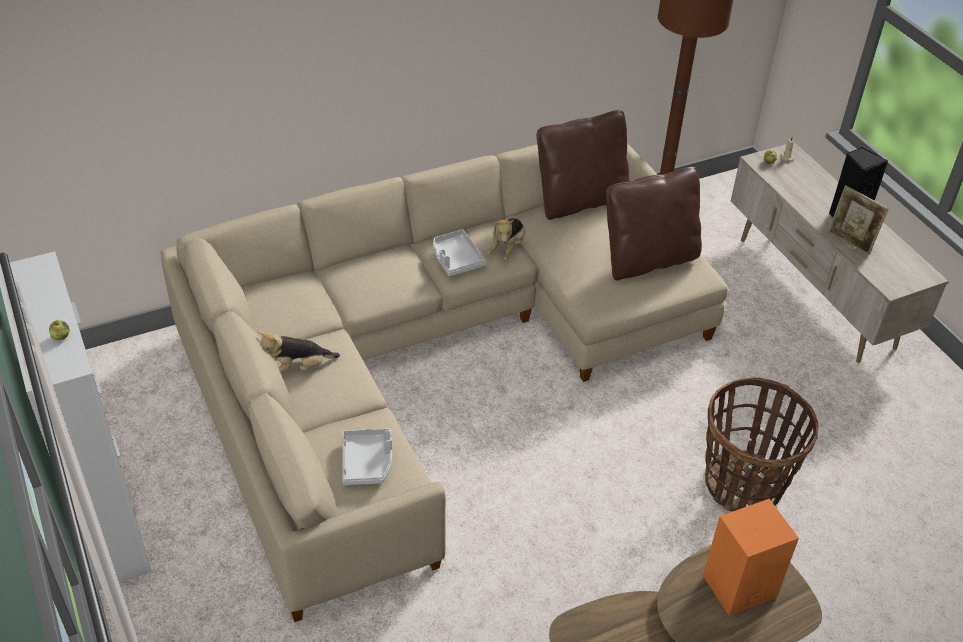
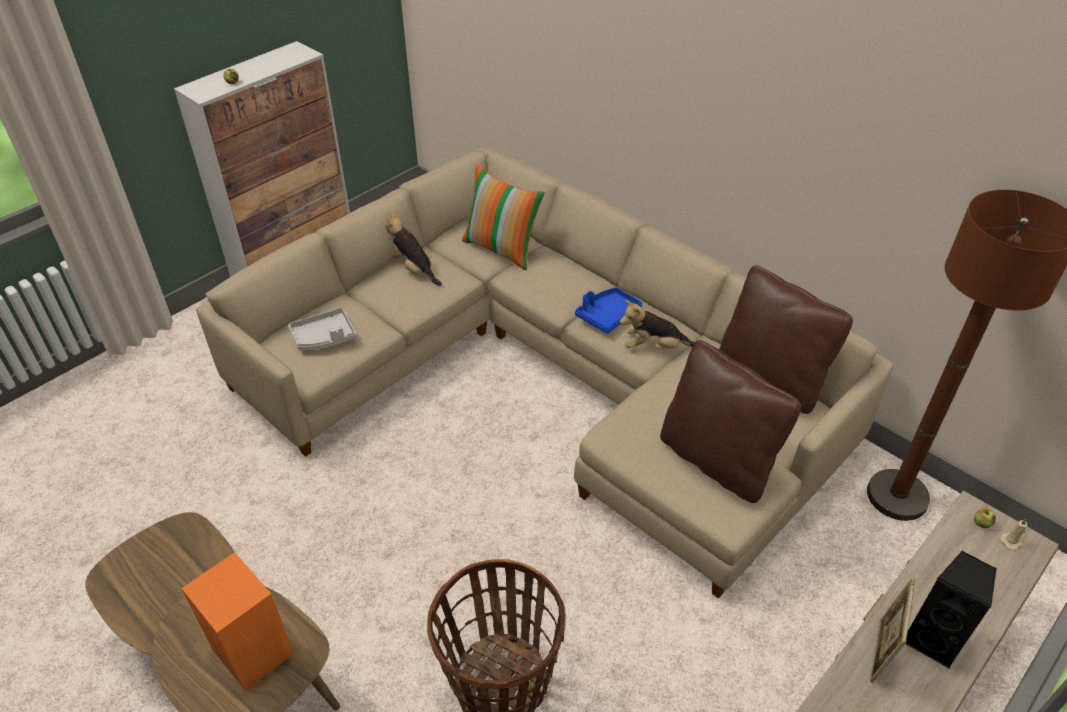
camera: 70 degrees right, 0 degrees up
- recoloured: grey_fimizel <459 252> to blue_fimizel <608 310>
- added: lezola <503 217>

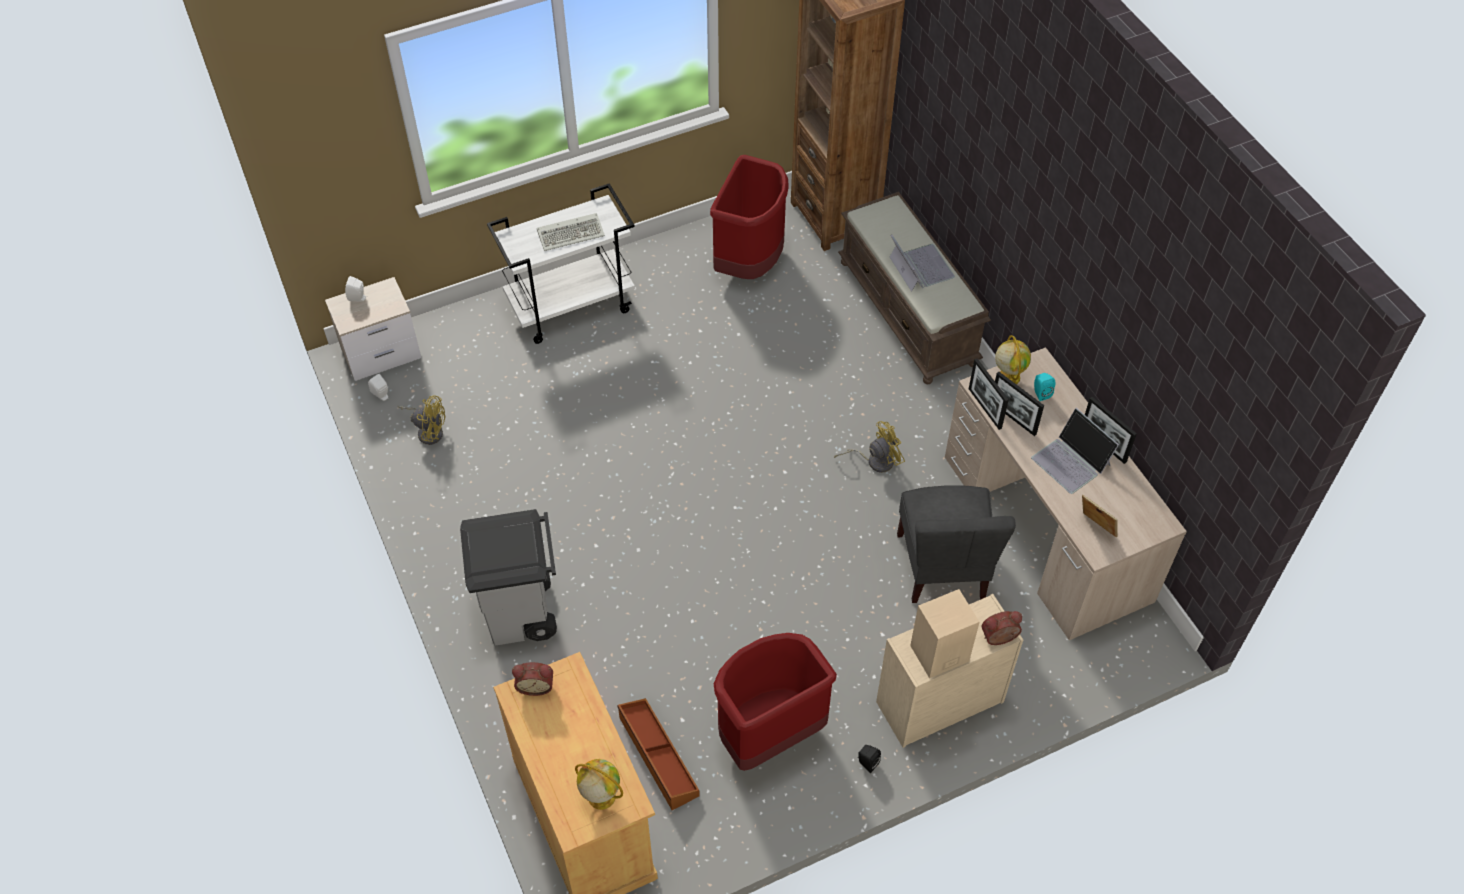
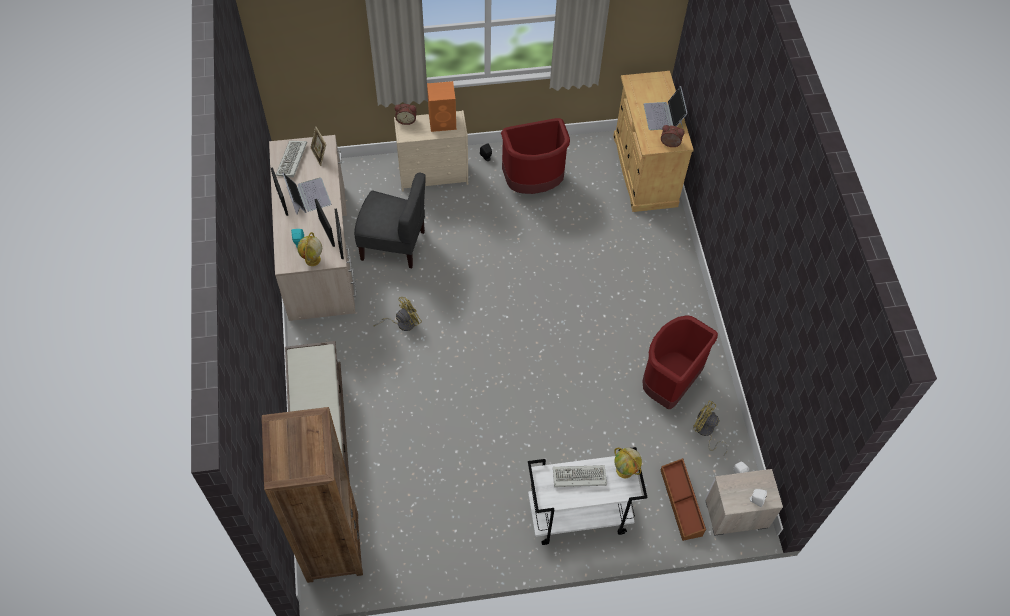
camera: 165 degrees left, 5 degrees up
- moved: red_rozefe <749 217> to <680 362>
- moved: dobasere <922 263> to <665 108>
- turned: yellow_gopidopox <869 447> = <398 314> 150 degrees clockwise
- turned: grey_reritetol <956 544> = <390 220> 90 degrees clockwise
- removed: grey_rozefe <508 577>
- recoloured: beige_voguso <945 633> to orange_voguso <441 106>
- moved: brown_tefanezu <658 754> to <683 499>
- moved: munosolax <599 784> to <628 463>
- added: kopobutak <291 159>

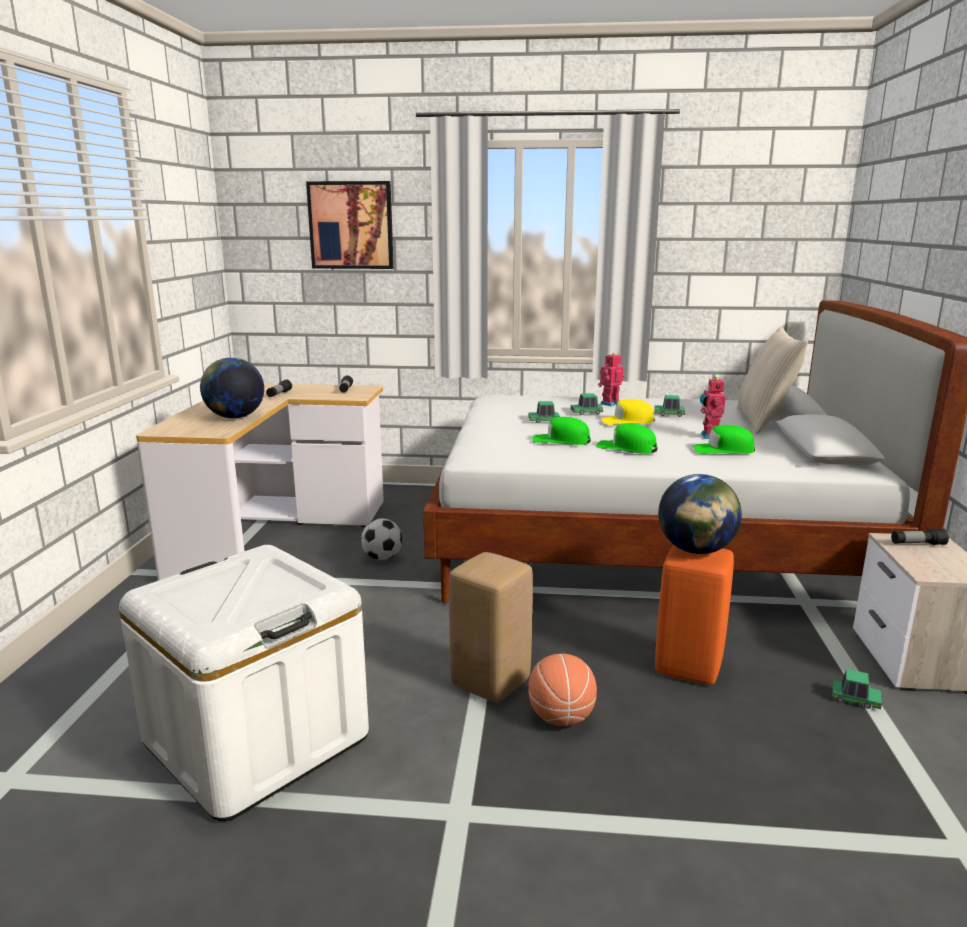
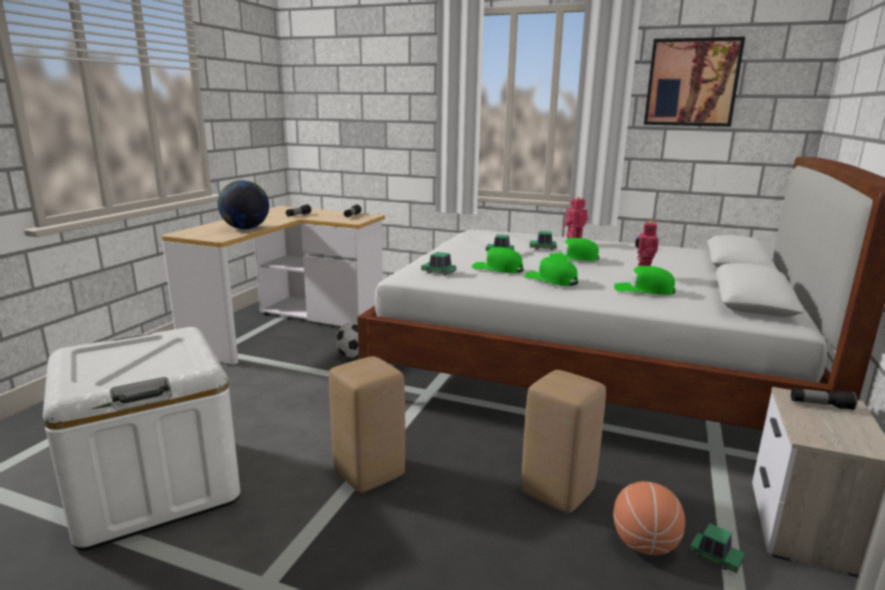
camera: 15 degrees right, 0 degrees up
- moved: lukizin <350 225> to <694 82>
- removed: beige_lezola <772 380>
- moved: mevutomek <669 406> to <438 264>
- recoloured: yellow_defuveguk <627 412> to green_defuveguk <574 249>
- removed: munosolax <700 514>
- recoloured: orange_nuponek <694 615> to beige_nuponek <563 441>
- moved: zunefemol <562 690> to <649 518>

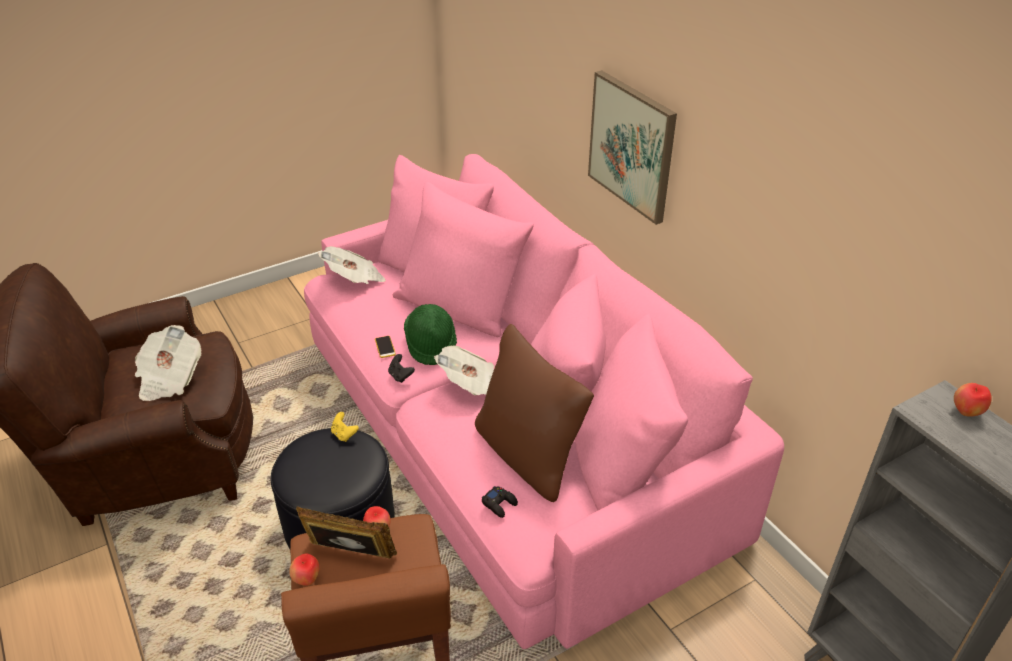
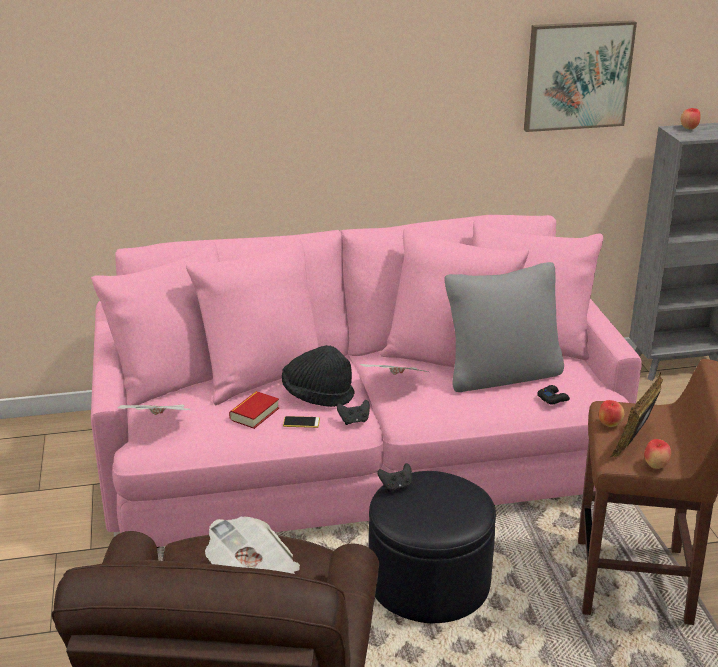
camera: 70 degrees left, 10 degrees down
- moved: lukizin <632 147> to <580 76>
- recoloured: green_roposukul <430 334> to black_roposukul <318 376>
- recoloured: brown_lezola <534 413> to grey_lezola <504 327>
- recoloured: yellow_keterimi <345 427> to black_keterimi <394 477>
- added: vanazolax <254 410>

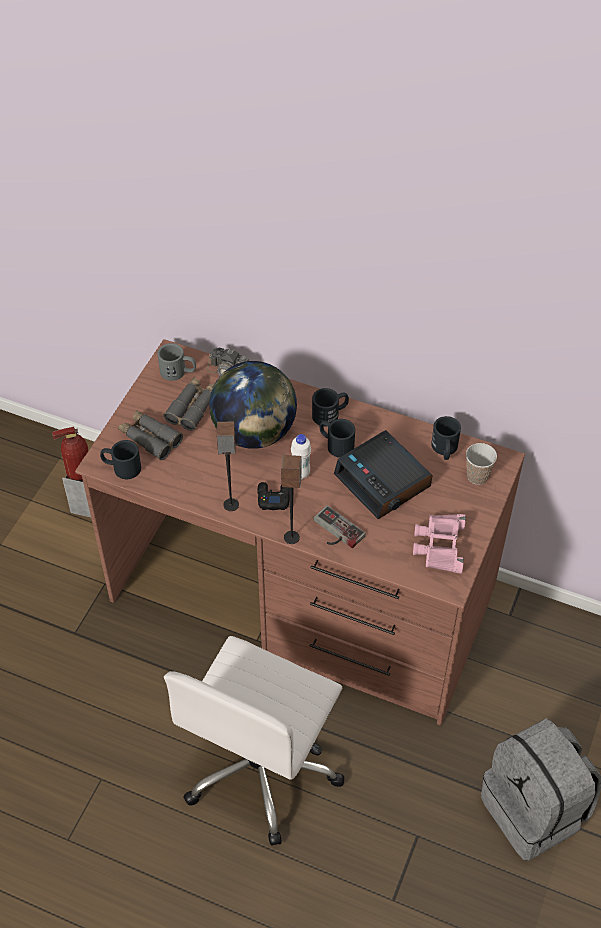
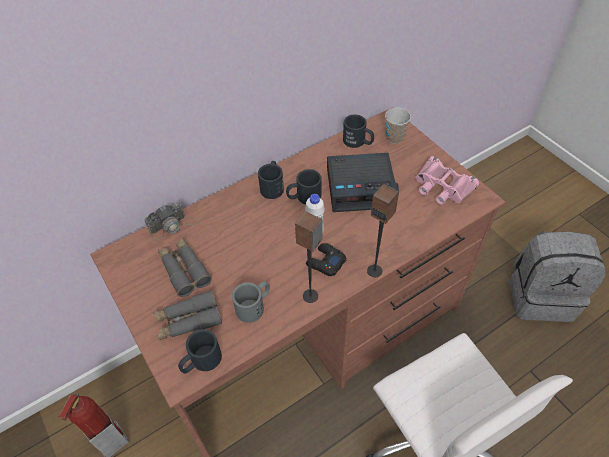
camera: 55 degrees left, 0 degrees up
- moved: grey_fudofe <176 362> to <251 302>
- removed: munosolax <253 405>
- removed: keterimi <339 526>

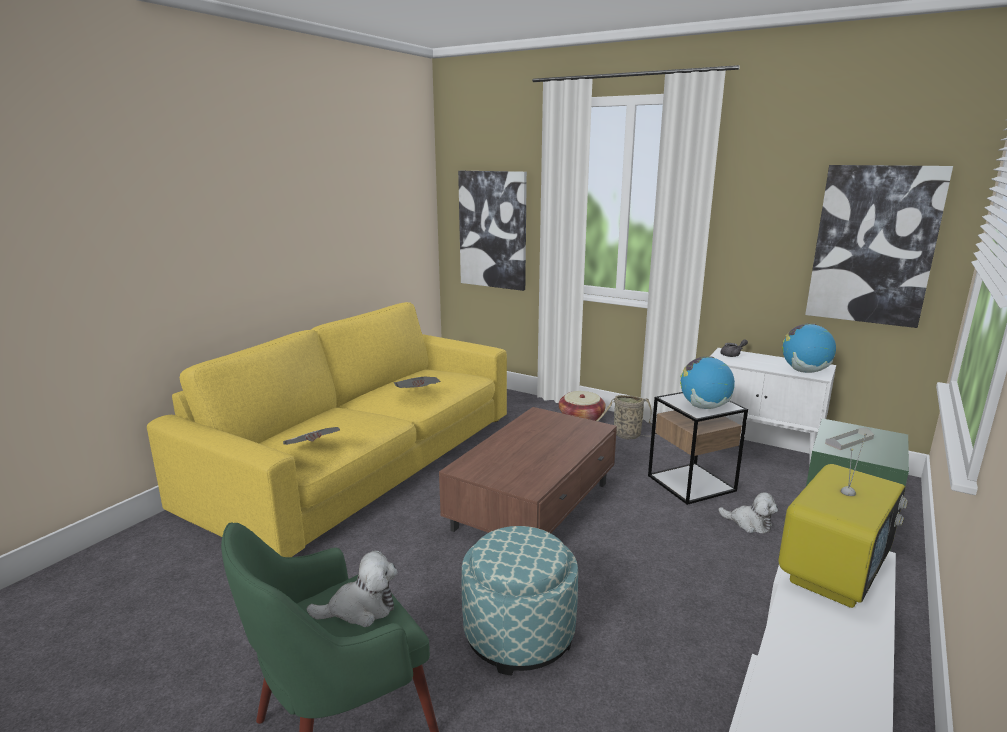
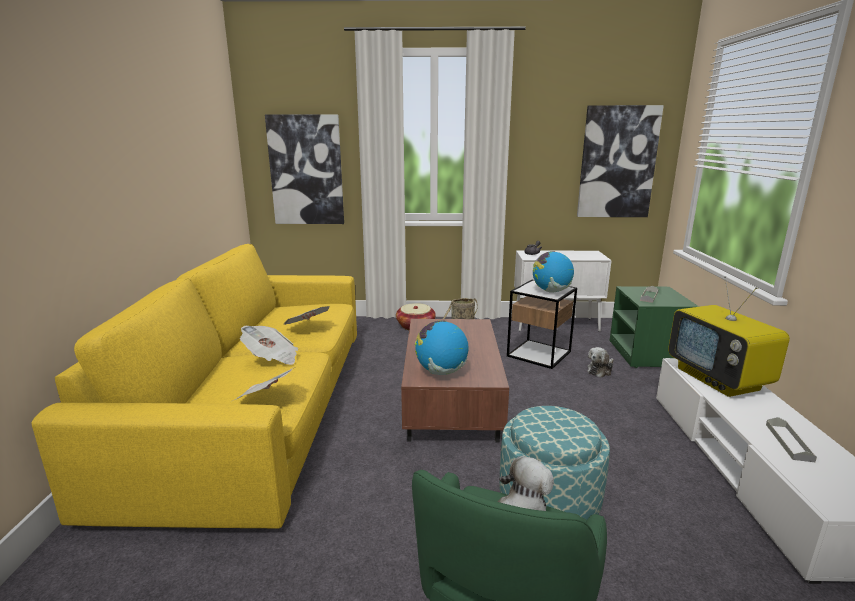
camera: 30 degrees left, 0 degrees up
- moved: munosolax <809 348> to <442 347>
- turned: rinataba <843 520> = <729 336> 150 degrees clockwise
- turned: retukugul <748 513> = <600 362> 135 degrees clockwise
- added: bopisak <269 345>
- added: grey_fimizel <791 439>

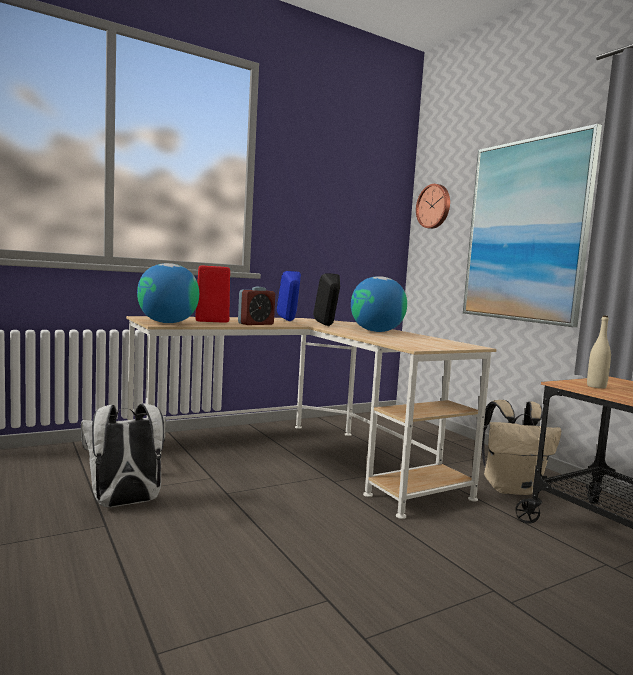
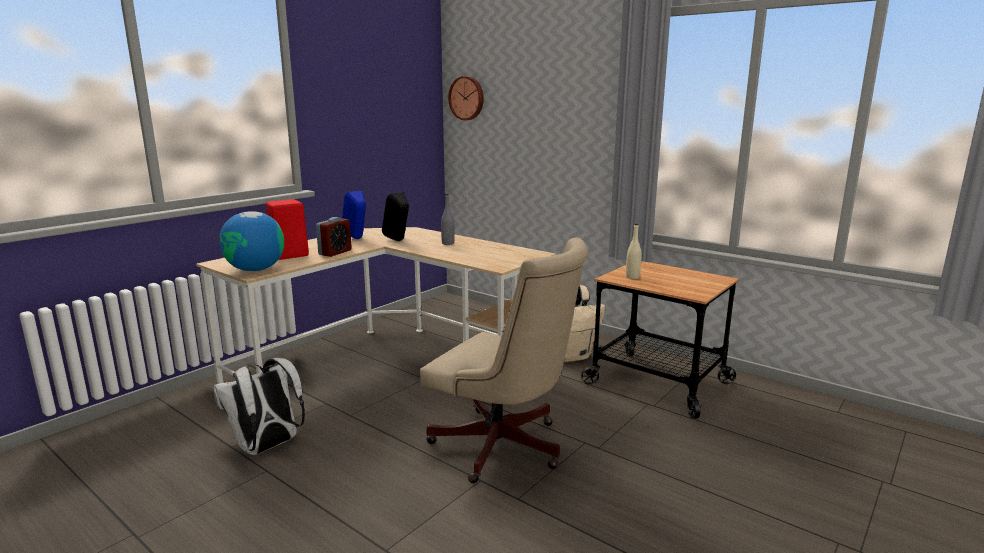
camera: 20 degrees left, 10 degrees up
- removed: lukizin <532 225>
- replaced: munosolax <379 304> to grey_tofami <447 219>
- added: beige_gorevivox <504 360>

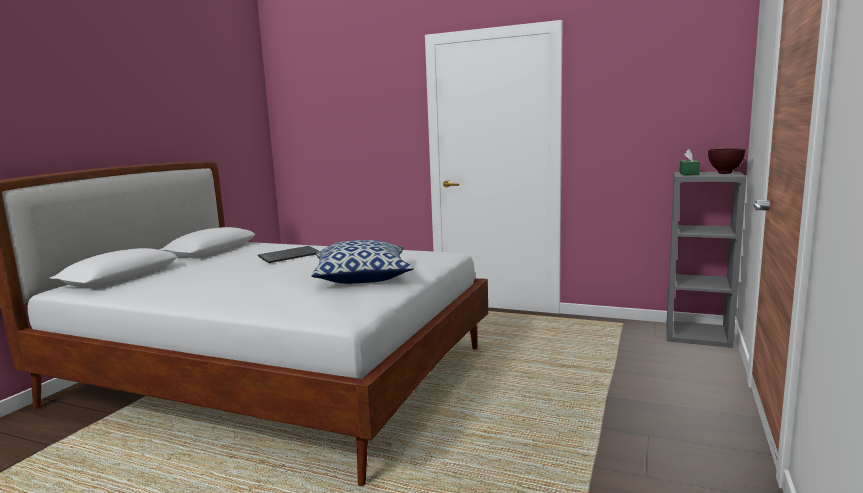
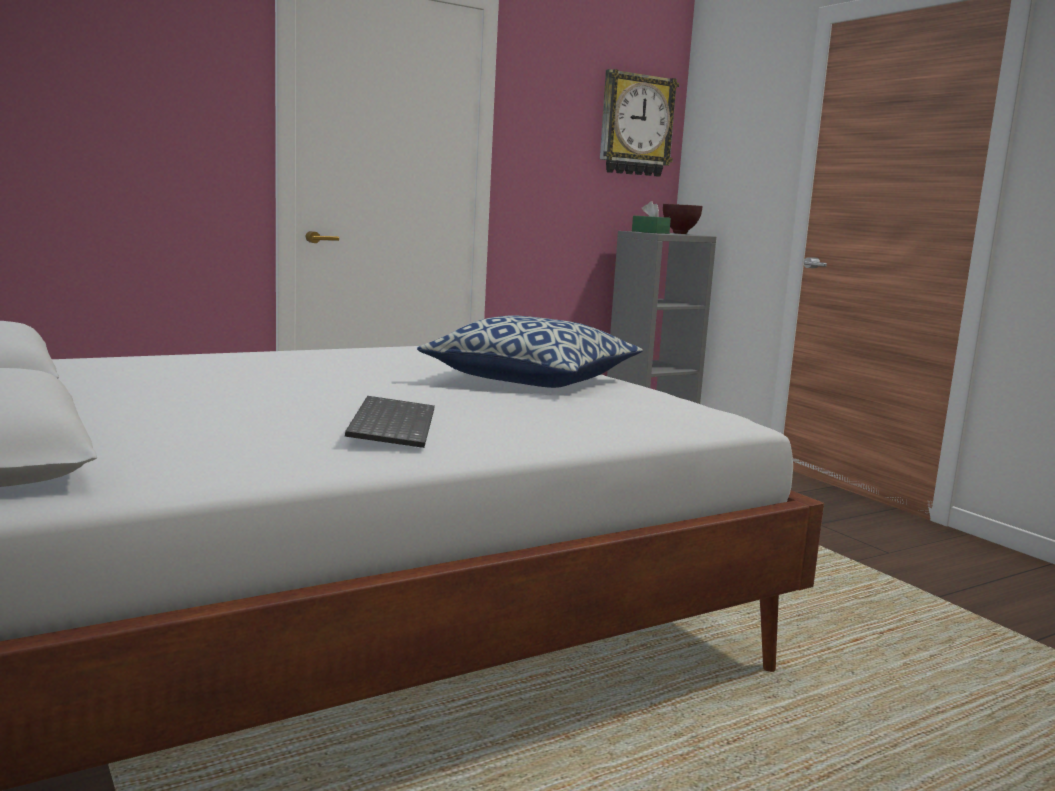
camera: 55 degrees left, 0 degrees up
- moved: kopobutak <288 254> to <390 422>
- added: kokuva <639 123>

